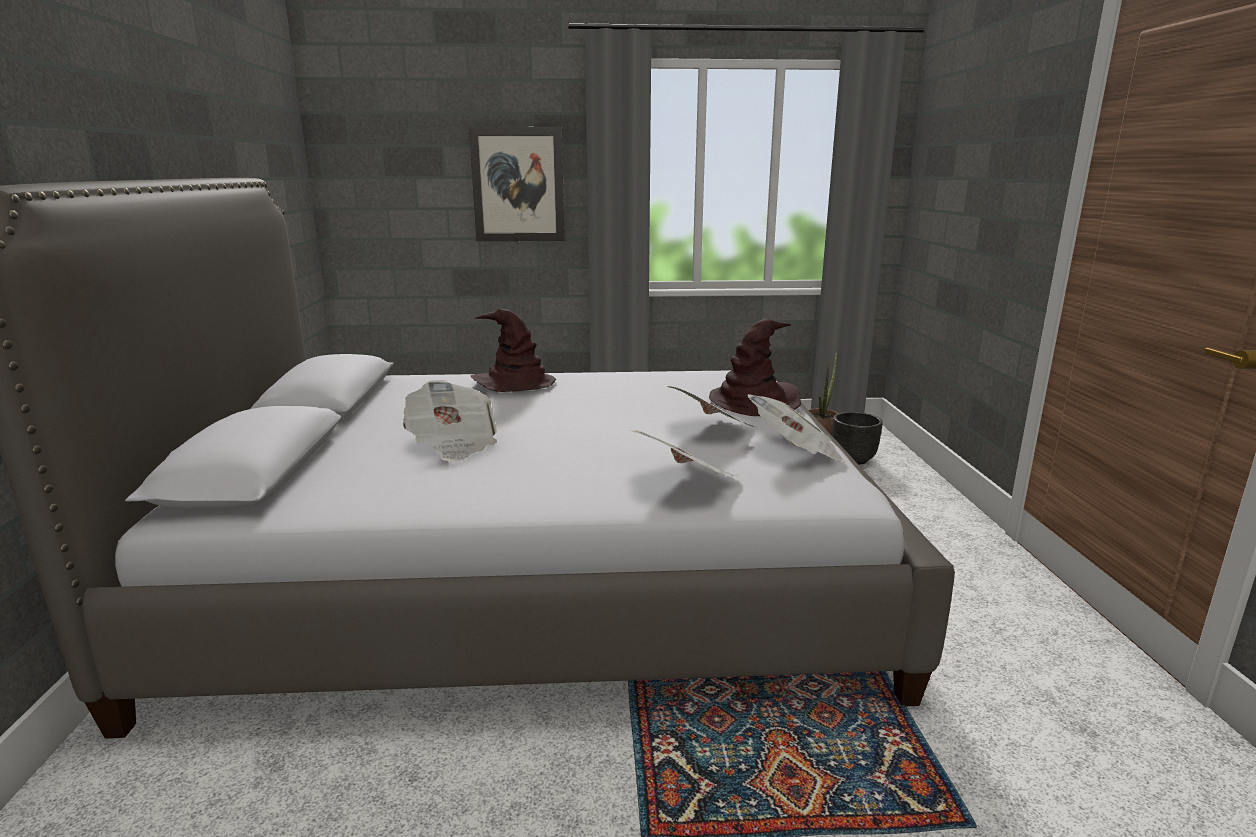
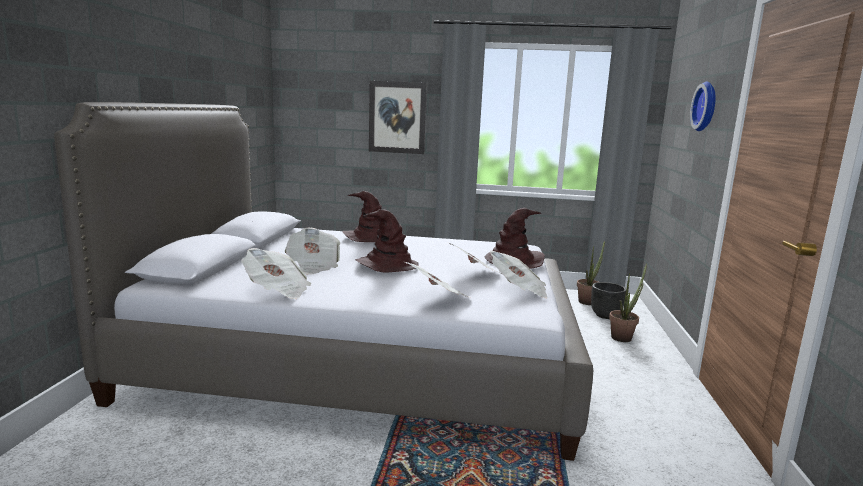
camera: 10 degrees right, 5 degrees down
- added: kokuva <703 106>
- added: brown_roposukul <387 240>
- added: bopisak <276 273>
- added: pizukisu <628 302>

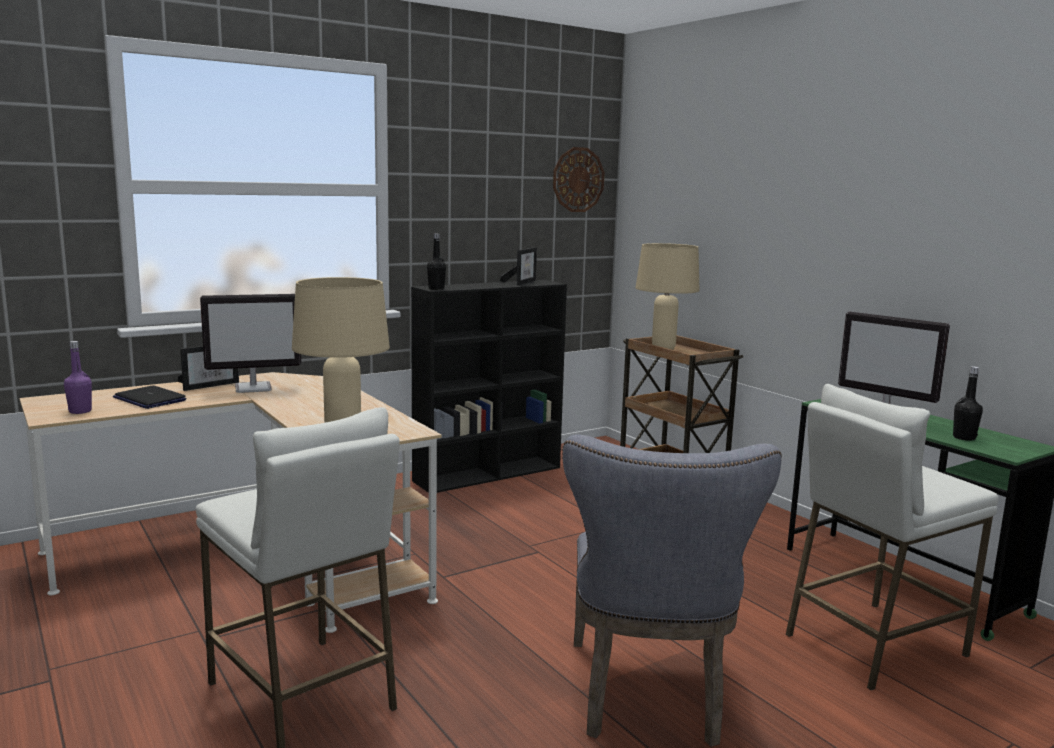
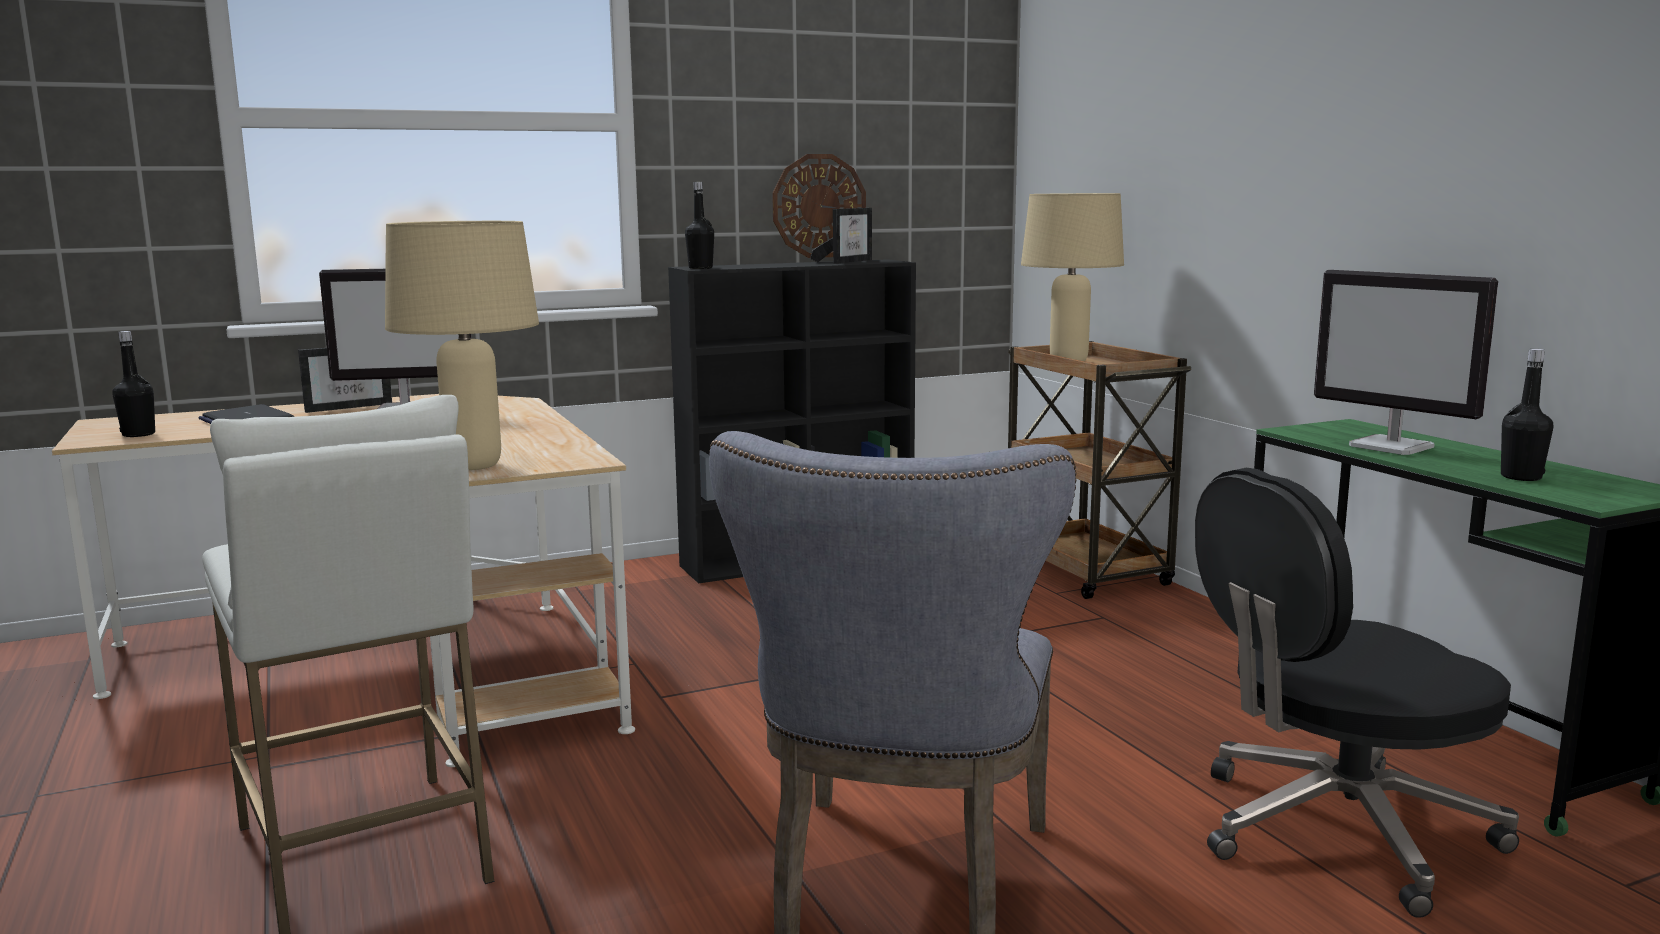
camera: 10 degrees right, 0 degrees up
- moved: kokuva <579 179> to <819 206>
- recoloured: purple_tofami <78 377> to black_tofami <133 384>
- replaced: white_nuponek <891 537> to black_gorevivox <1357 693>

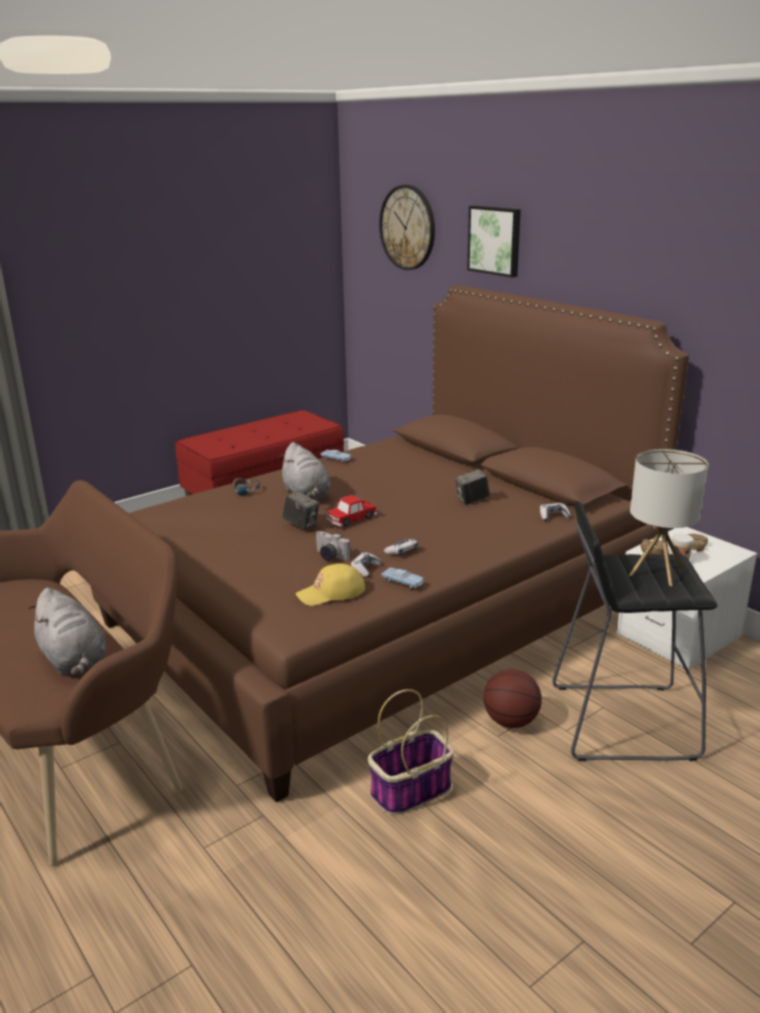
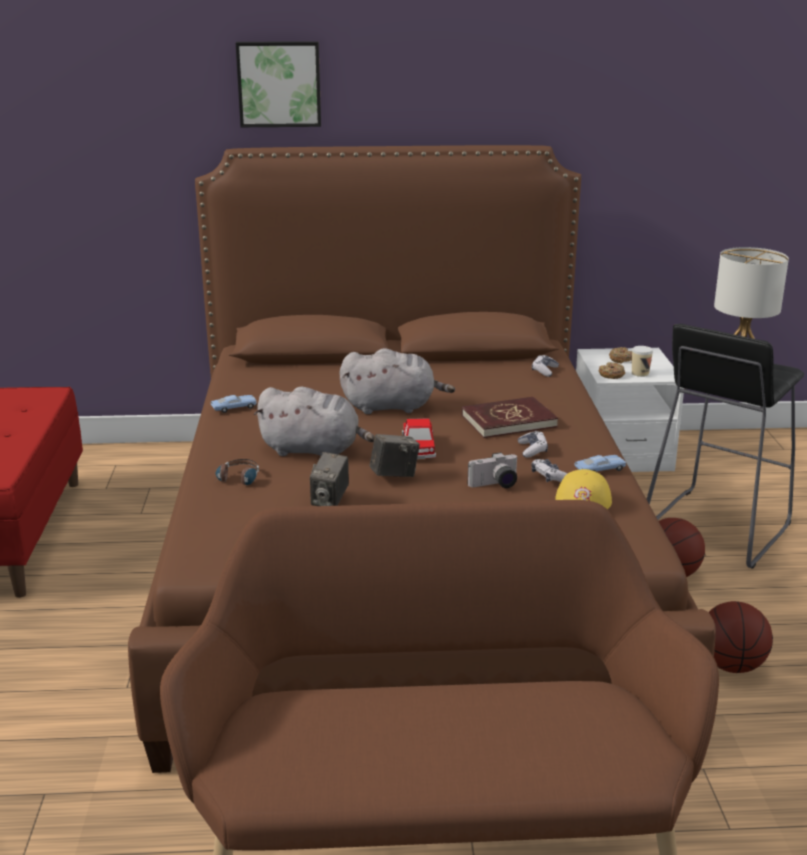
camera: 55 degrees left, 0 degrees up
- removed: kokuva <407 227>
- moved: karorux <472 487> to <329 479>
- moved: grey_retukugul <67 632> to <397 381>
- replaced: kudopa <411 752> to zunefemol <741 637>
- added: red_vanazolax <509 417>

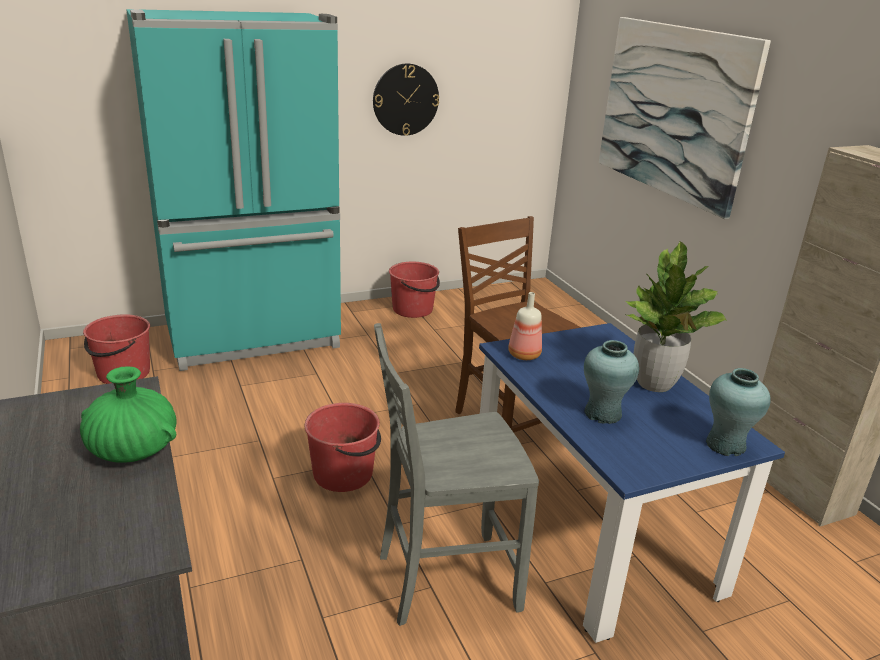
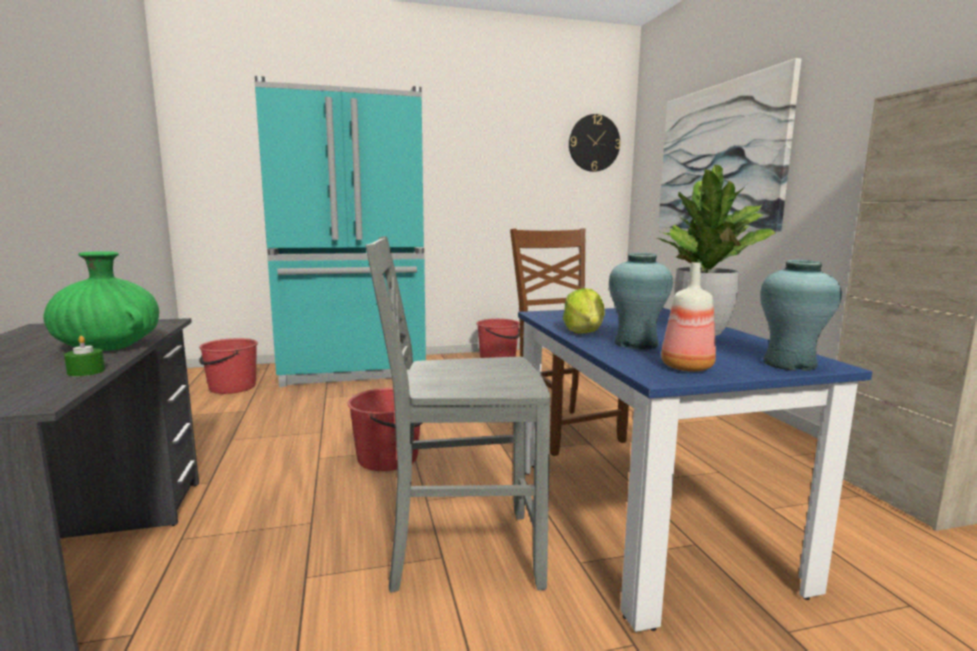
camera: 10 degrees right, 15 degrees down
- moved: kokuva <406 100> to <595 143>
- moved: tofami <525 326> to <688 317>
- added: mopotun <584 311>
- added: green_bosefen <84 356>

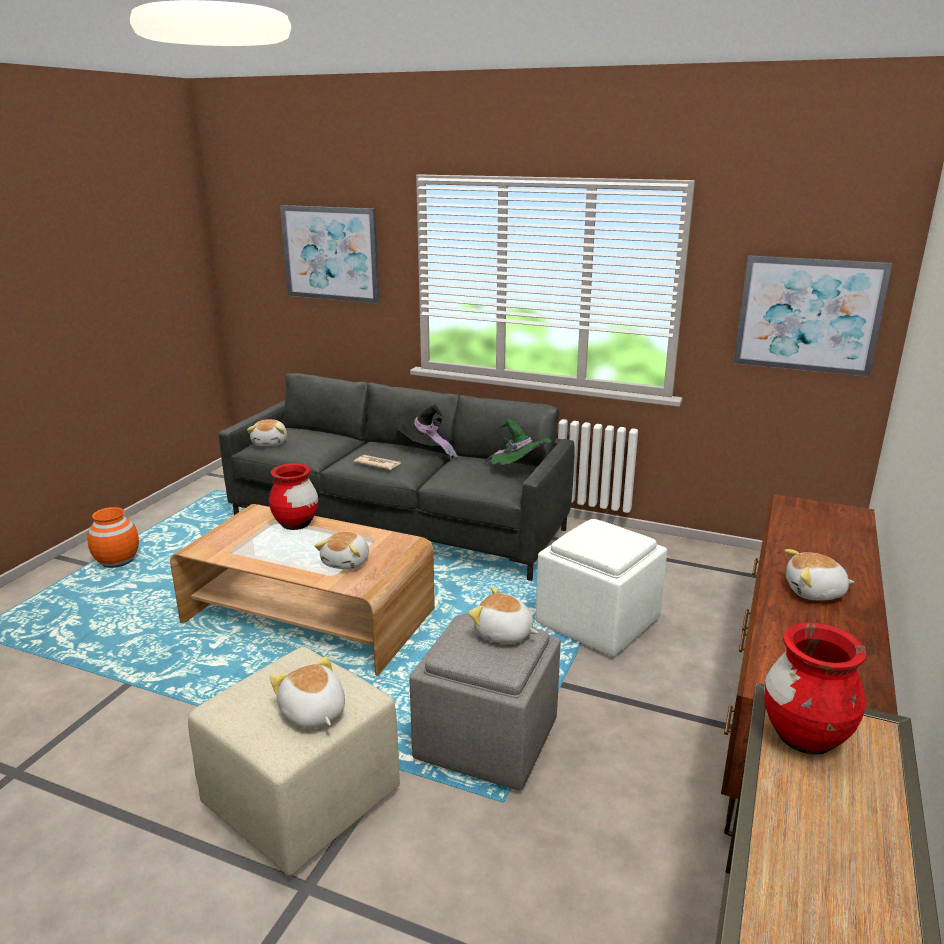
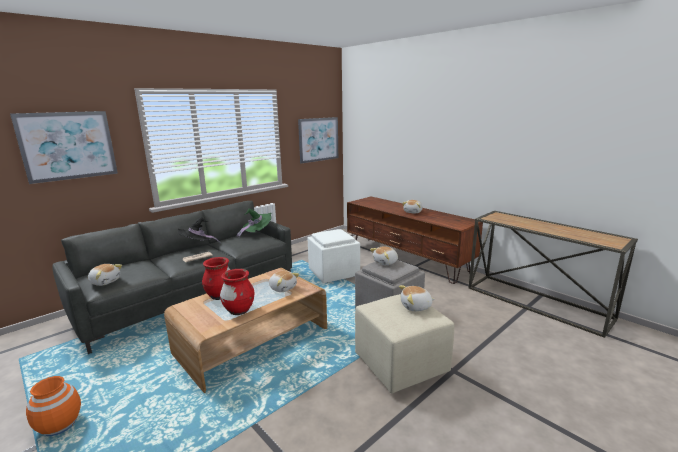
camera: 65 degrees left, 5 degrees down
- moved: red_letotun <815 688> to <237 292>

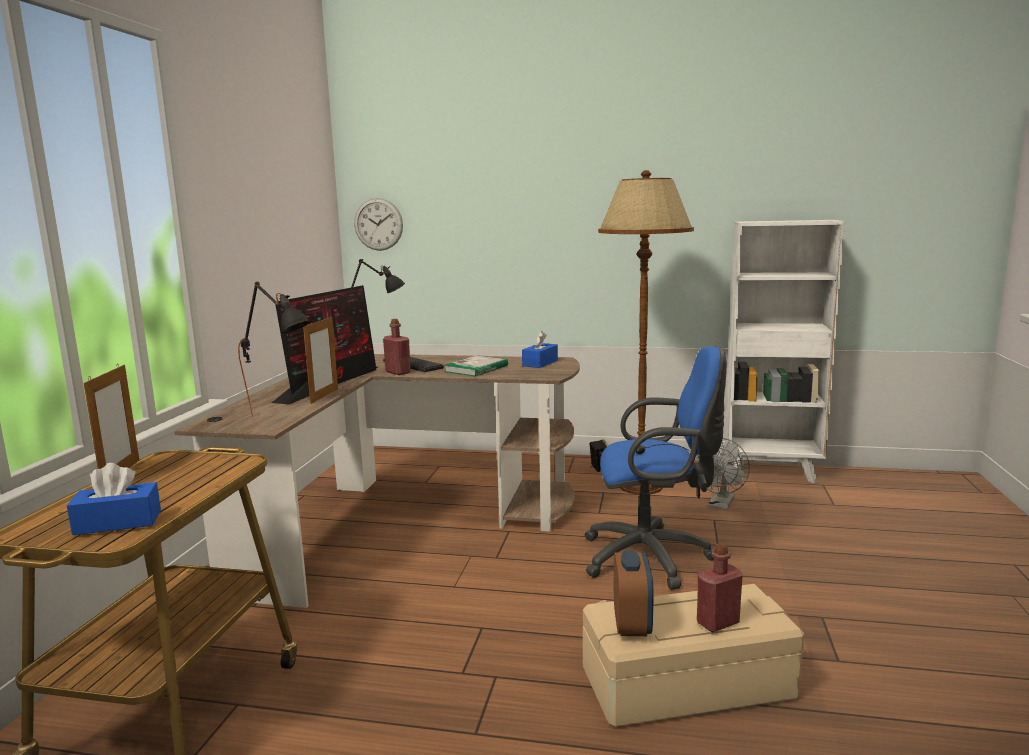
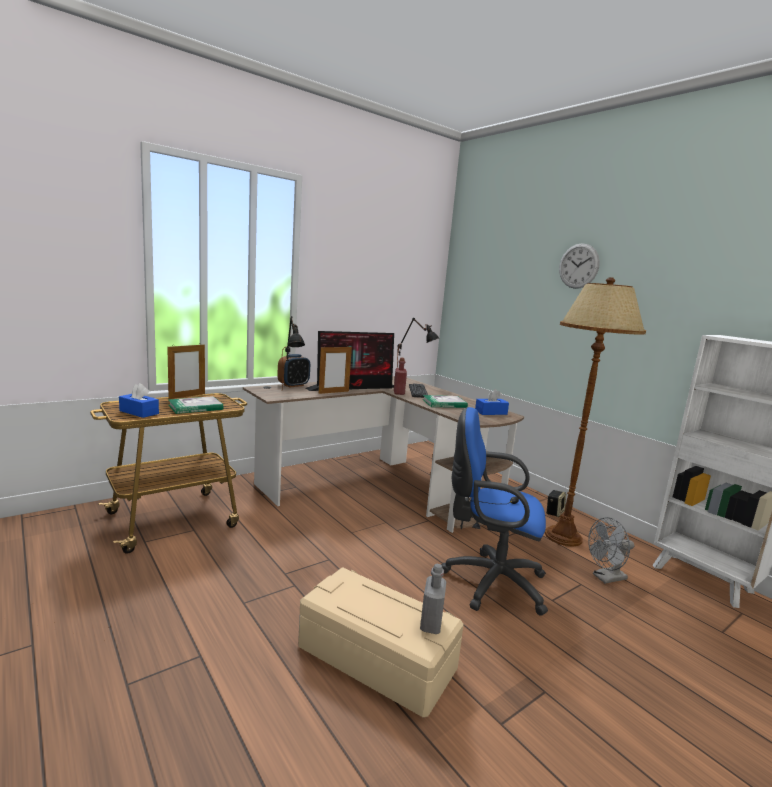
camera: 40 degrees right, 0 degrees up
- moved: kokuva <378 224> to <579 266>
- turned: blue_gorevivox <656 468> = <494 511> 150 degrees clockwise
- removed: red_tofami <720 587>
- moved: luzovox <634 593> to <293 370>
- added: vanazolax <195 405>
- added: grey_tofami <433 598>

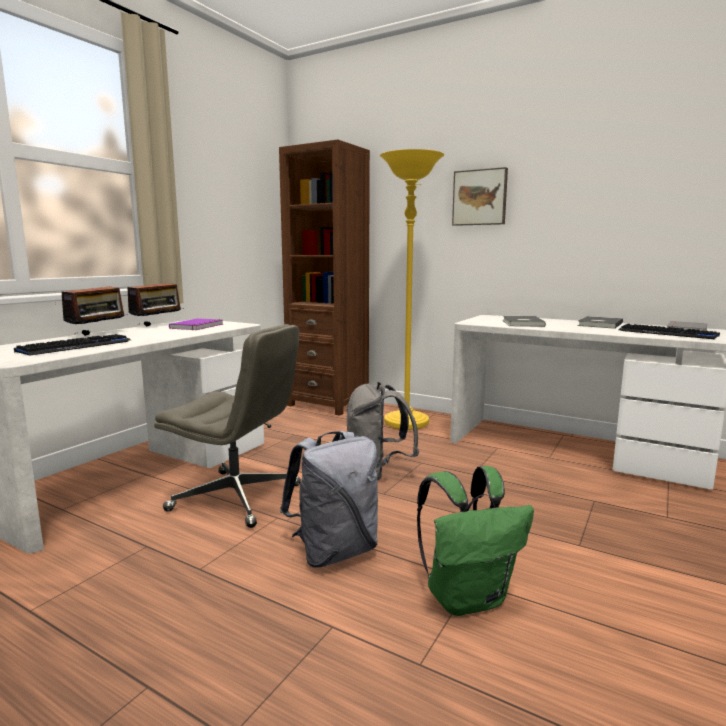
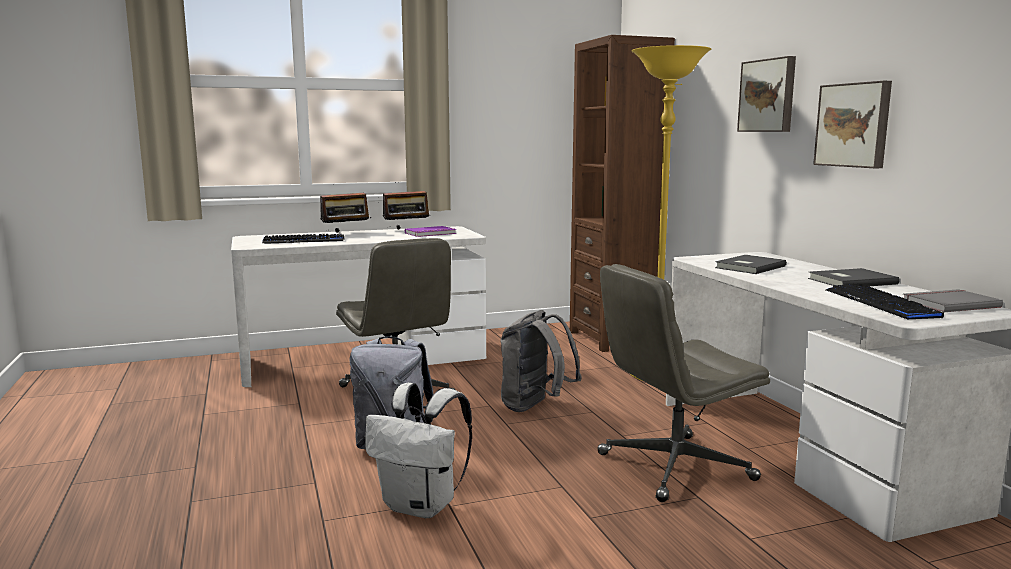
camera: 40 degrees right, 0 degrees up
- recoloured: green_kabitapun <475 541> to white_kabitapun <418 450>
- added: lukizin <852 124>
- added: grey_gorevivox <684 383>

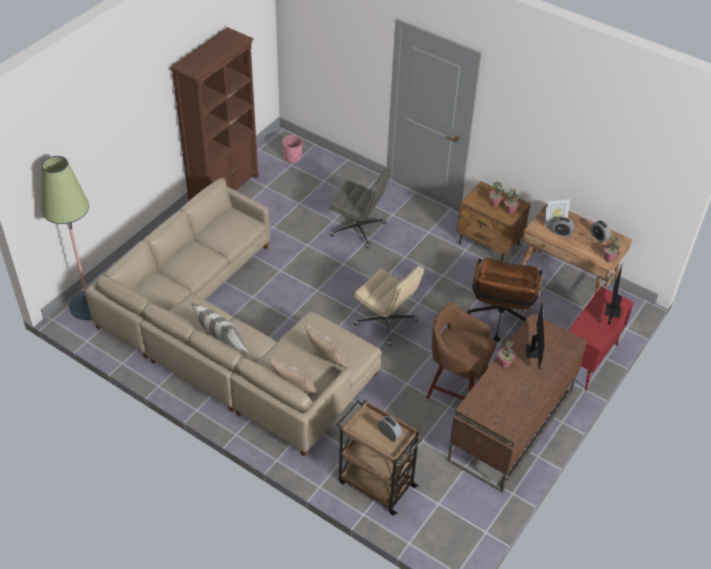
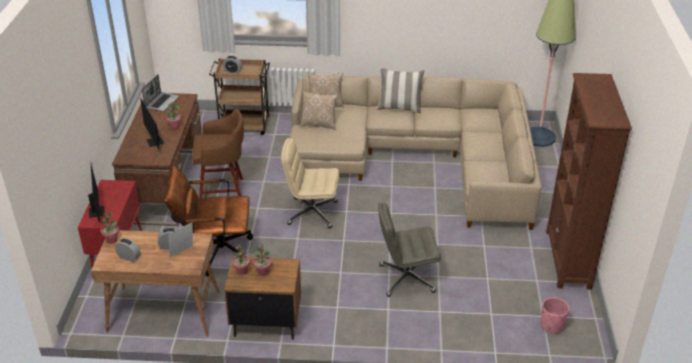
camera: 150 degrees right, 10 degrees down
- turned: brown_gorevivox <505 300> = <208 220> 75 degrees counterclockwise
- added: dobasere <160 93>

